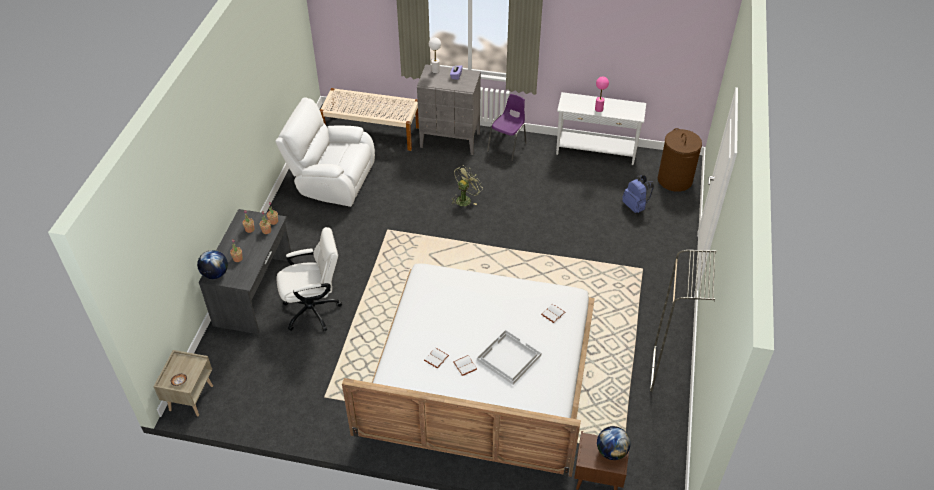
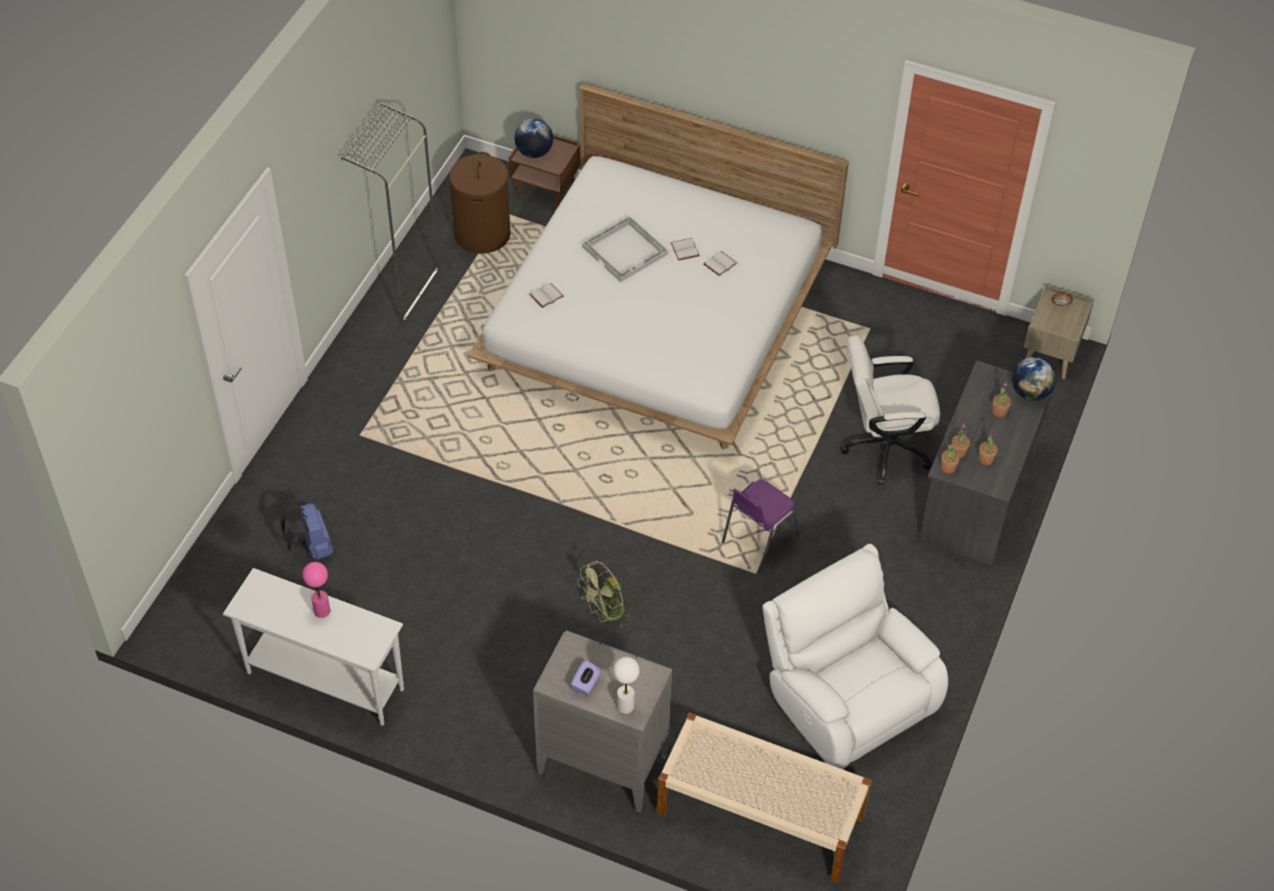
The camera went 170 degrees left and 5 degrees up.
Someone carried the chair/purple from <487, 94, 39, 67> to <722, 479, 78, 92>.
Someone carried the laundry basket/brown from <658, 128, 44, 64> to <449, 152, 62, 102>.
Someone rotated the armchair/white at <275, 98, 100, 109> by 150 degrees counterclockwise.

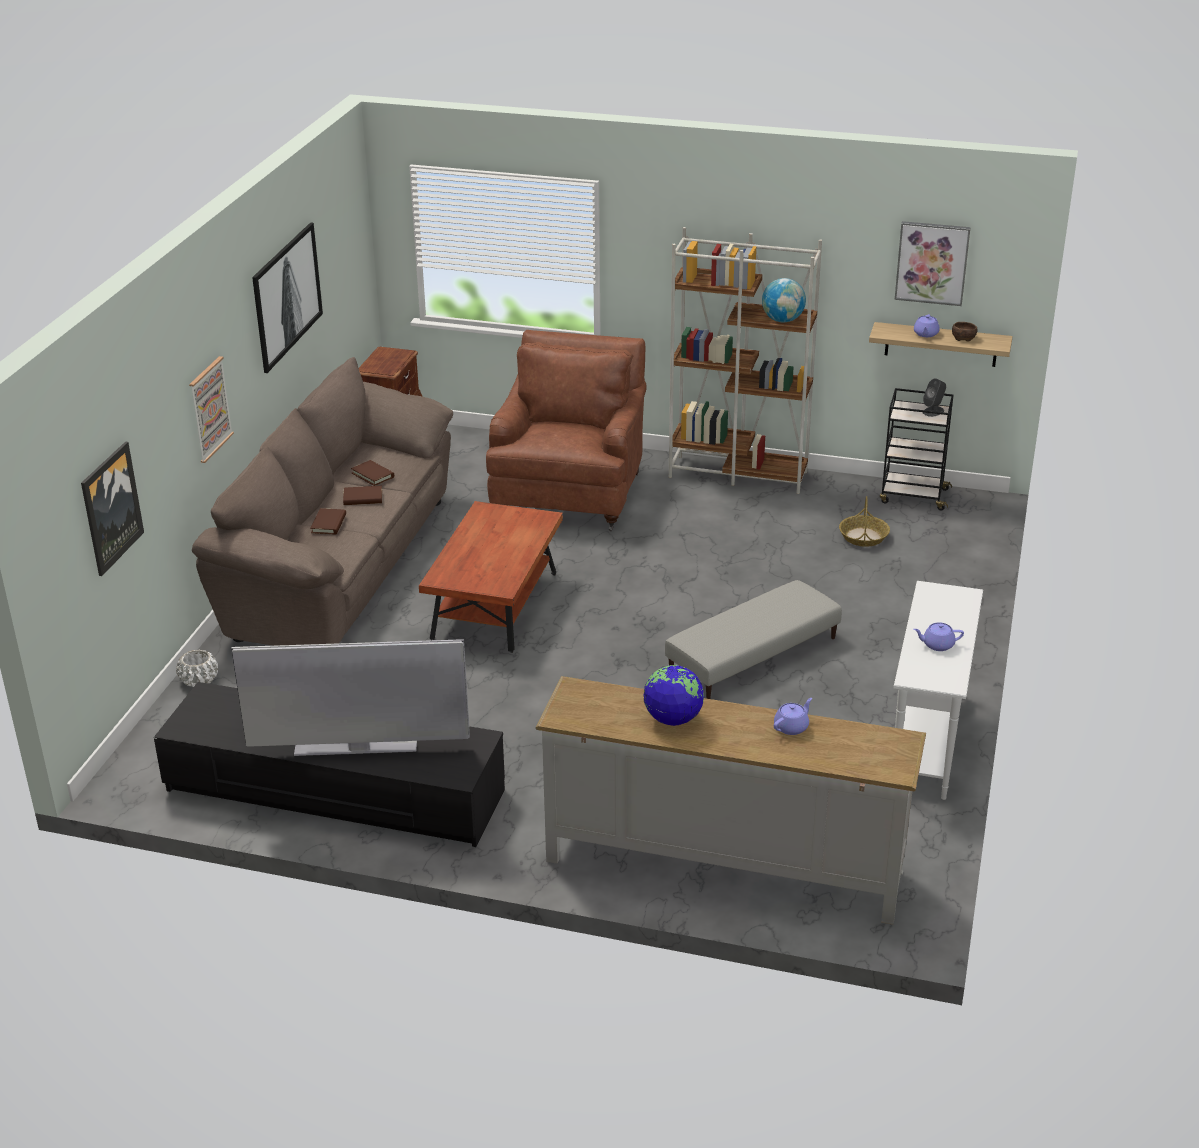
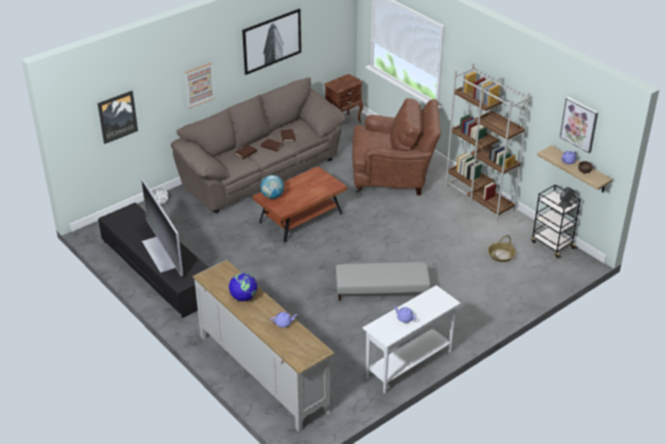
The camera went 35 degrees right and 5 degrees up.
Someone carried the globe from <762, 278, 44, 44> to <260, 175, 24, 24>.
Someone rotated the television at <231, 639, 239, 117> by 150 degrees counterclockwise.
Someone rotated the armchair/brown at <486, 330, 160, 201> by 45 degrees clockwise.

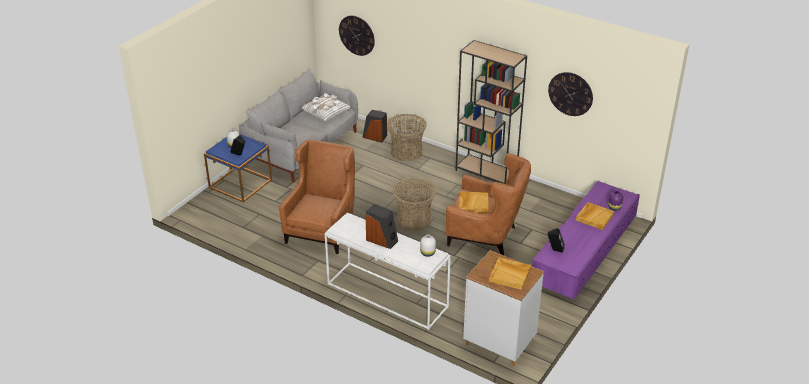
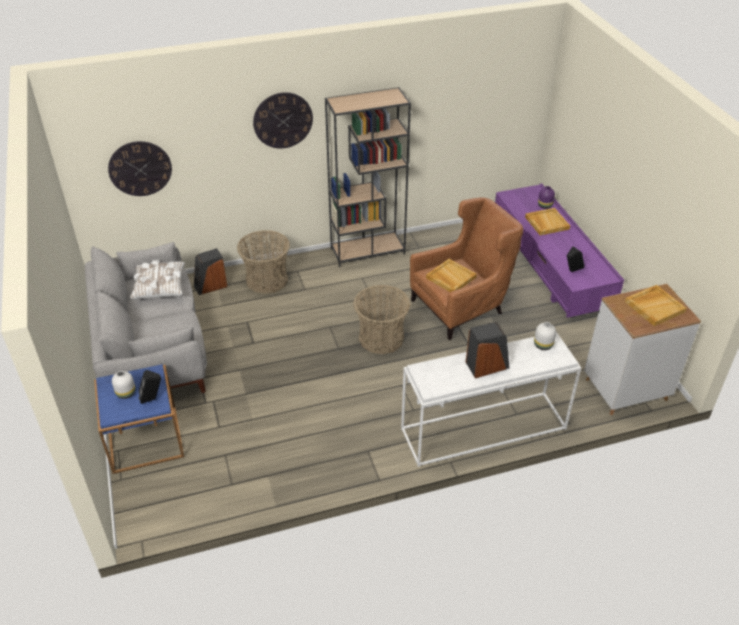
The camera went 50 degrees left and 5 degrees up.
Someone took away the armchair/brown at <279, 140, 76, 114>.
Someone carried the wall clock from <548, 72, 45, 44> to <253, 92, 60, 57>.

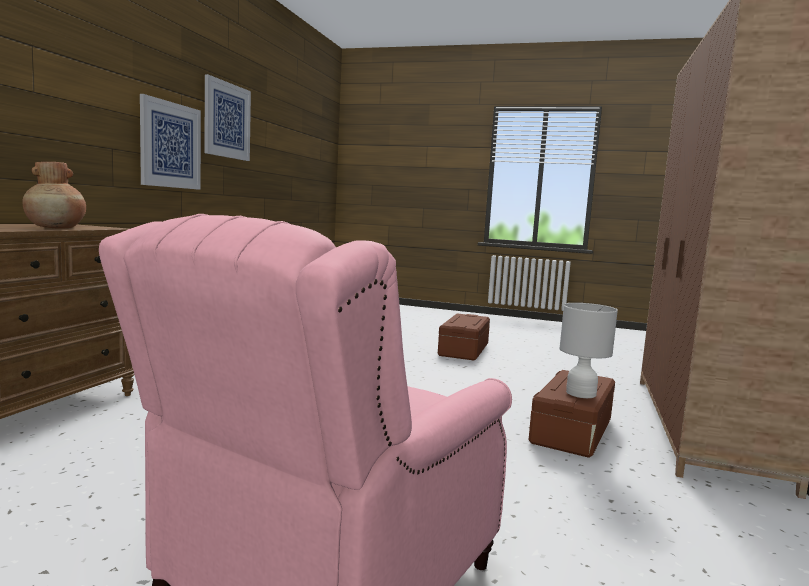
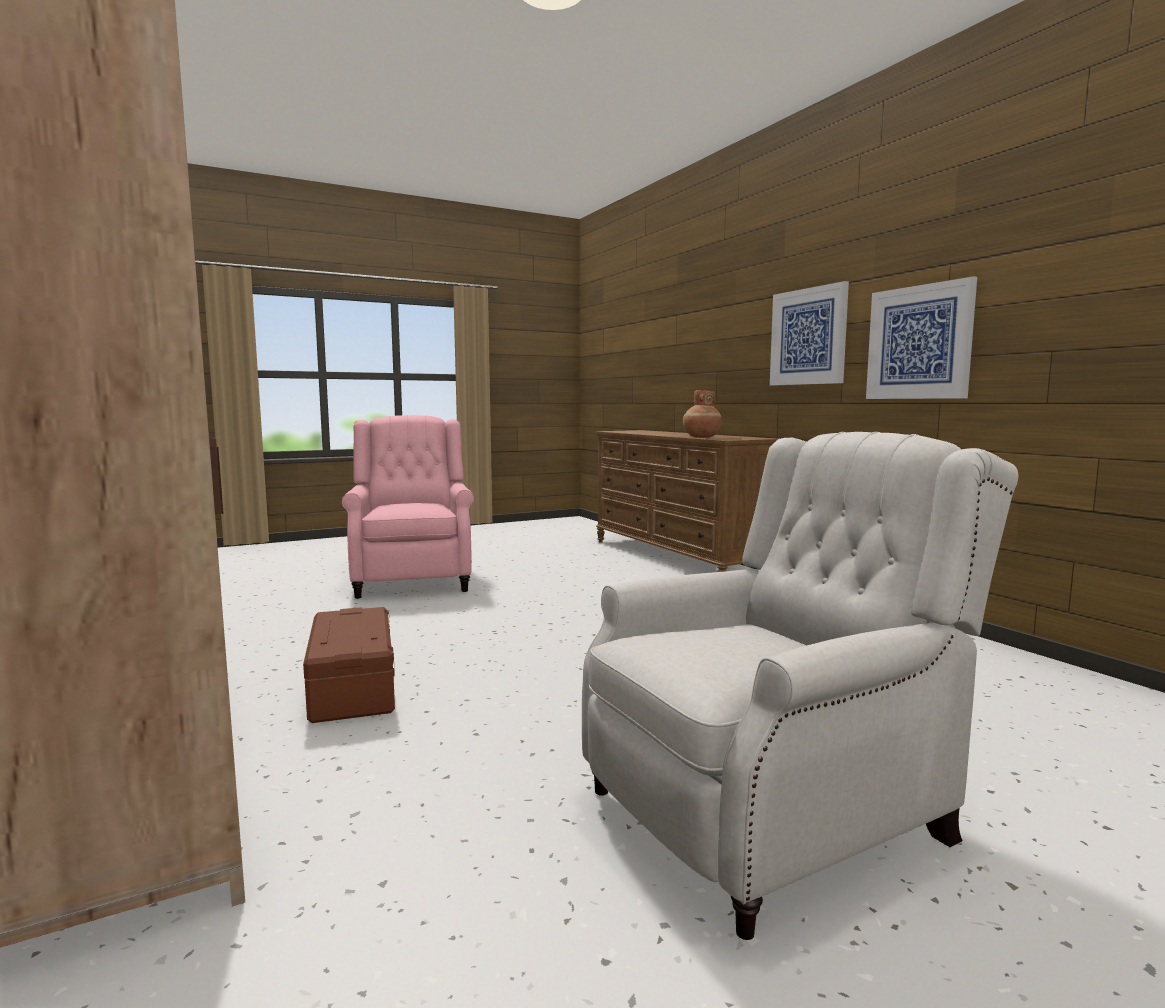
The camera went 135 degrees right and 0 degrees up.
Someone took away the table lamp/grey at <560, 303, 58, 95>.
Someone carried the picture from <204, 74, 47, 87> to <770, 281, 79, 104>.
Someone swapped the storage box/brown at <438, 314, 52, 47> for the armchair/white at <582, 432, 436, 508>.

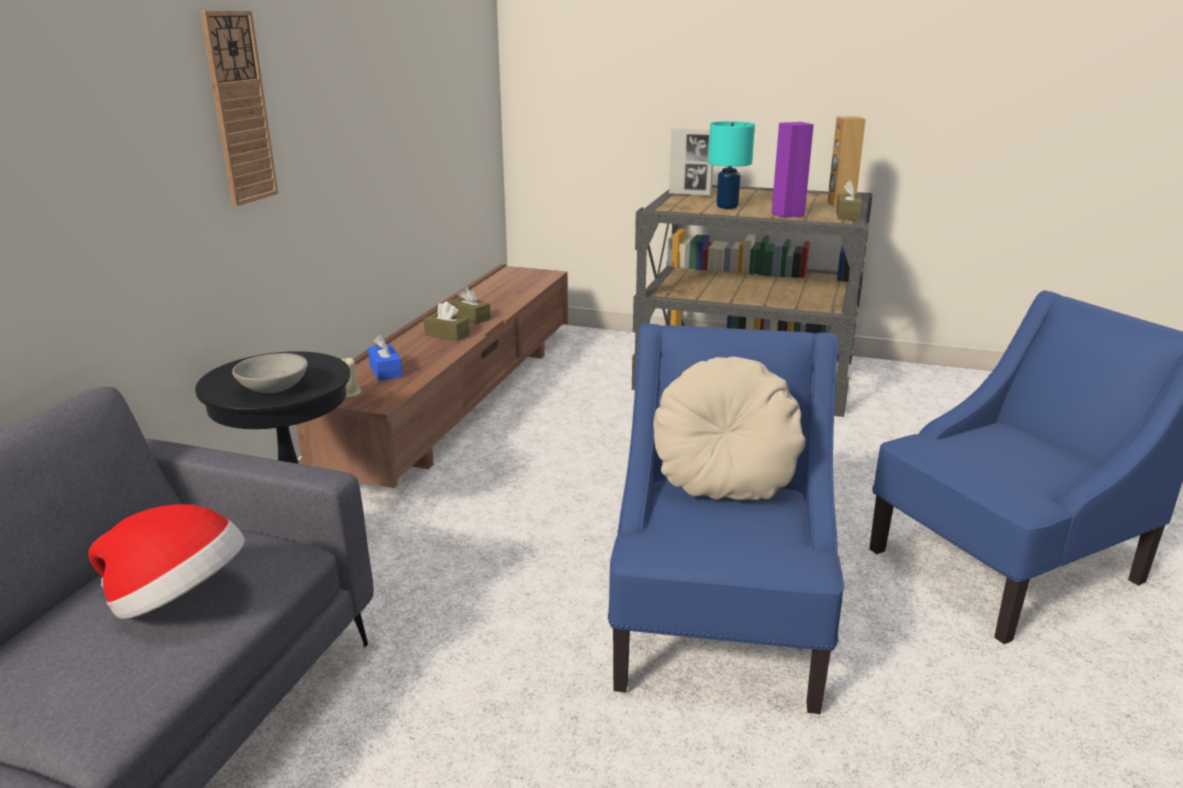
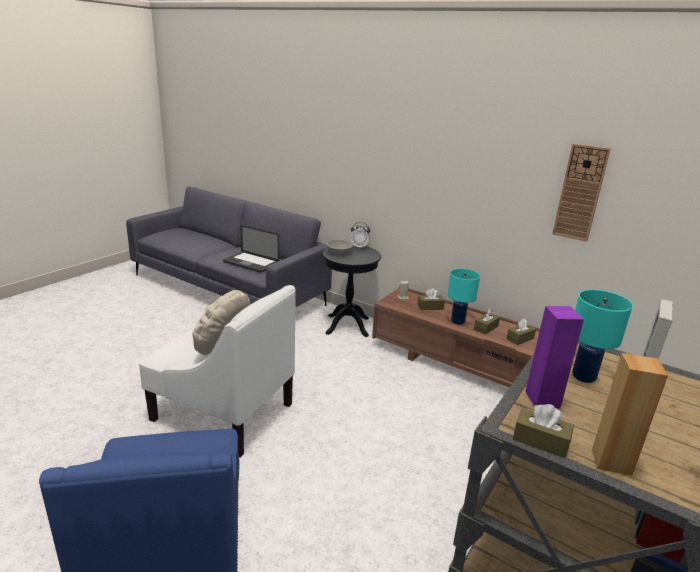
The camera went 105 degrees right and 0 degrees up.
Someone put down the alarm clock at <351, 222, 19, 27>.
Someone put down the table lamp/turquoise at <448, 269, 32, 56>.
Someone carried the wall clock from <200, 11, 78, 195> to <552, 144, 59, 98>.
Someone swapped the hat at <88, 504, 157, 115> for the laptop at <223, 225, 56, 48>.
Someone repainted the tissue box/blue at <368, 335, 35, 46>, which became the tissue box/brown at <417, 288, 28, 22>.
Someone repainted the armchair/blue at <608, 324, 236, 390>, which became the armchair/white at <139, 285, 157, 172>.

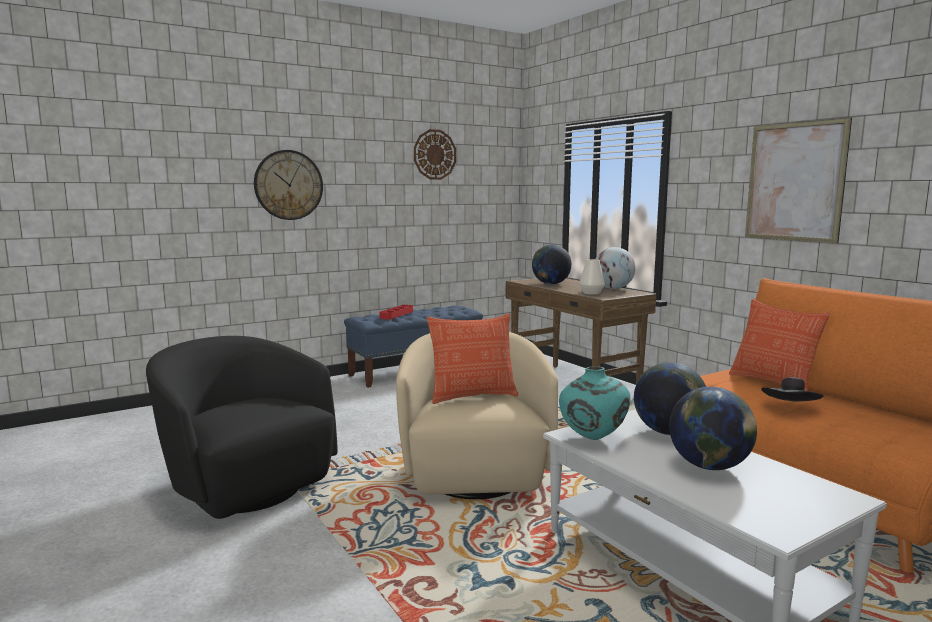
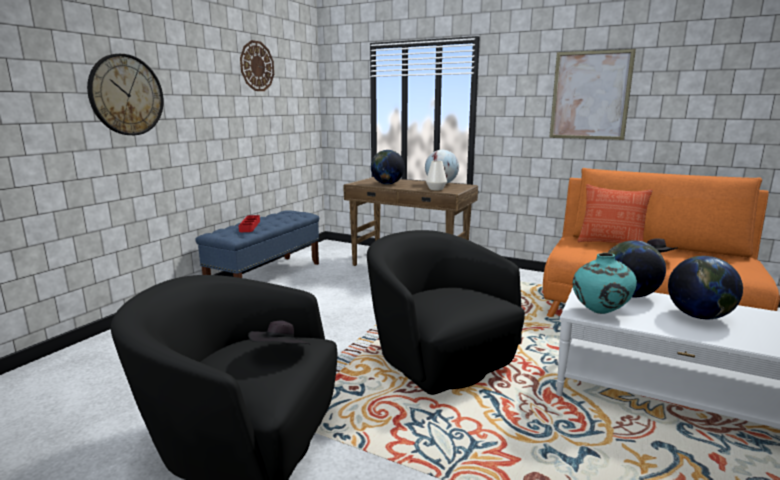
The camera went 30 degrees left and 5 degrees up.
Someone took away the pillow/orange at <427, 314, 91, 90>.
Someone put down the hat/black at <248, 320, 62, 24>.
Someone repainted the armchair/beige at <396, 332, 162, 167>, which became the armchair/black at <367, 230, 158, 165>.

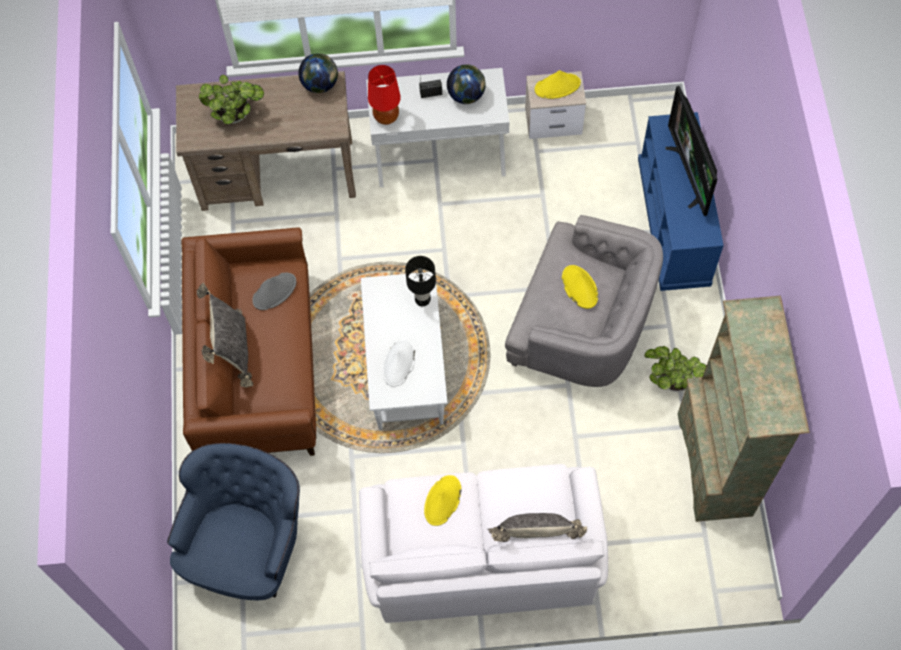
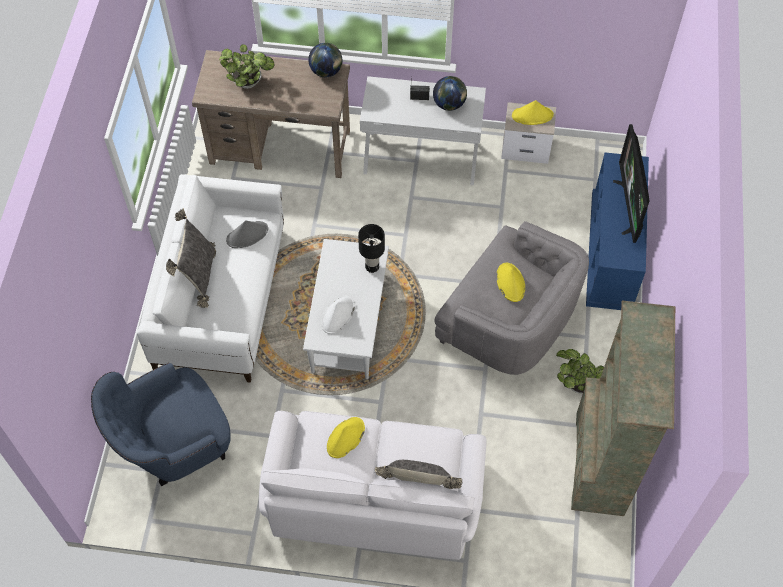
The camera went 10 degrees right and 5 degrees down.
Someone took away the table lamp/red at <368, 65, 33, 60>.
Someone repainted the sofa/brown at <181, 227, 135, 229>, which became the sofa/white at <137, 174, 147, 209>.
Someone rotated the armchair/blue at <167, 443, 133, 157> by 150 degrees counterclockwise.

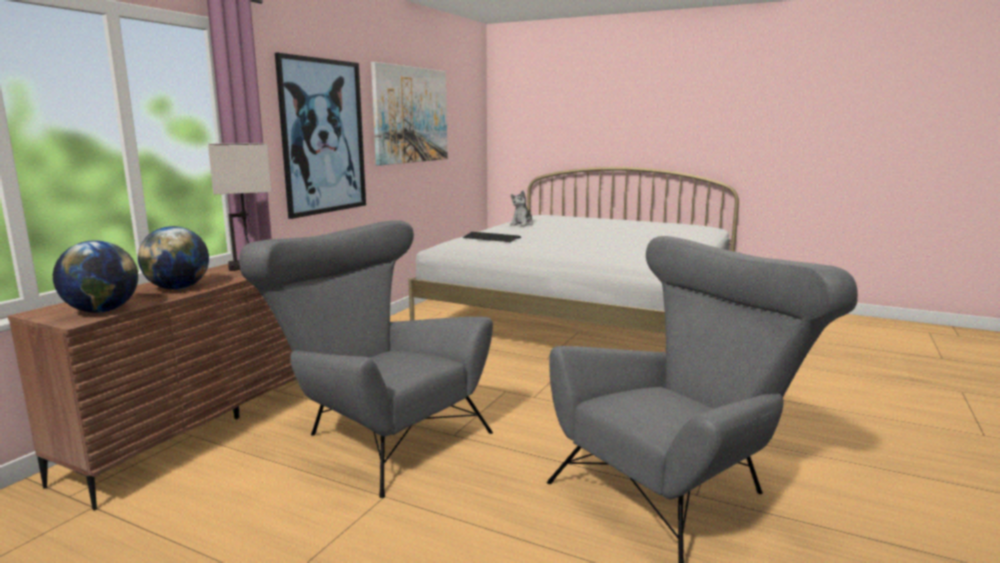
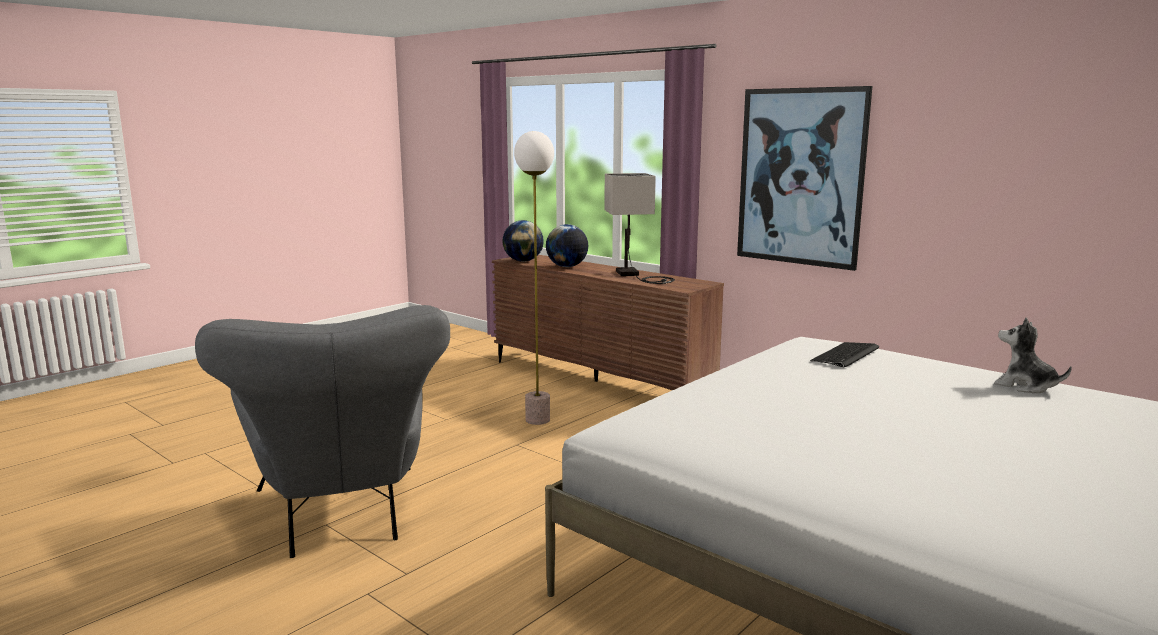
The camera went 105 degrees right and 0 degrees up.
Someone took away the picture at <371, 62, 77, 104>.
Someone swapped the armchair/grey at <239, 220, 254, 278> for the floor lamp at <514, 131, 40, 294>.

